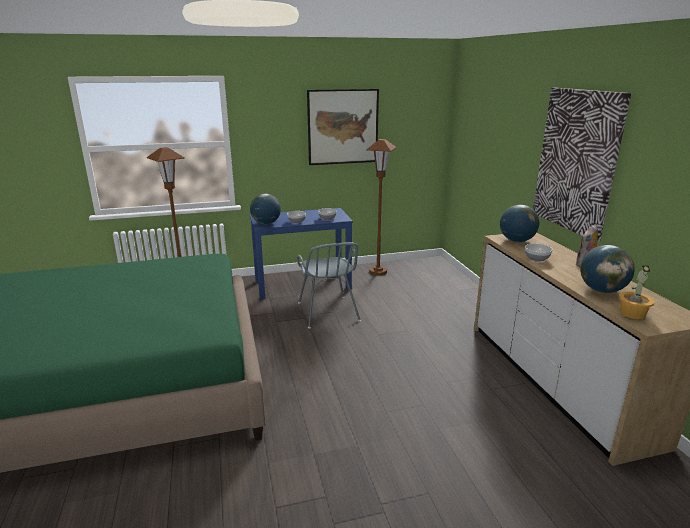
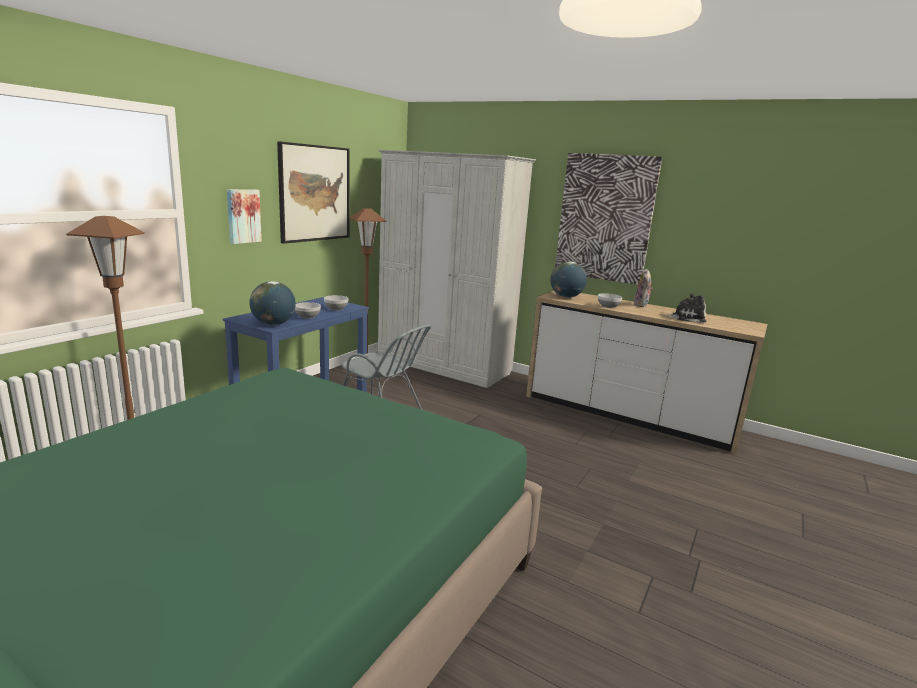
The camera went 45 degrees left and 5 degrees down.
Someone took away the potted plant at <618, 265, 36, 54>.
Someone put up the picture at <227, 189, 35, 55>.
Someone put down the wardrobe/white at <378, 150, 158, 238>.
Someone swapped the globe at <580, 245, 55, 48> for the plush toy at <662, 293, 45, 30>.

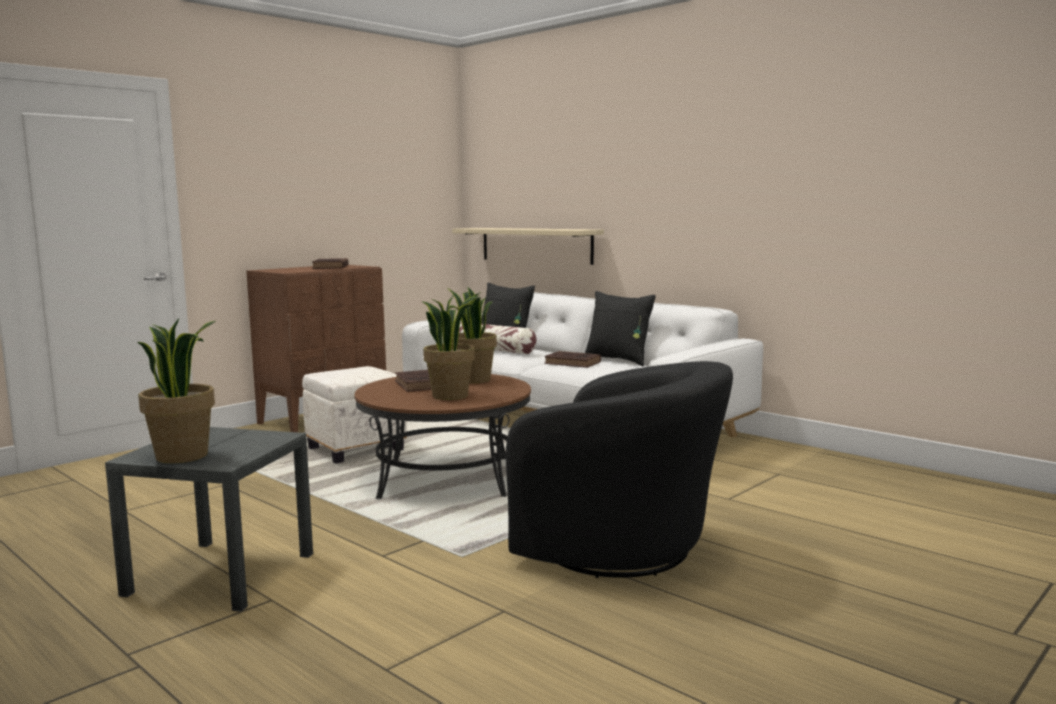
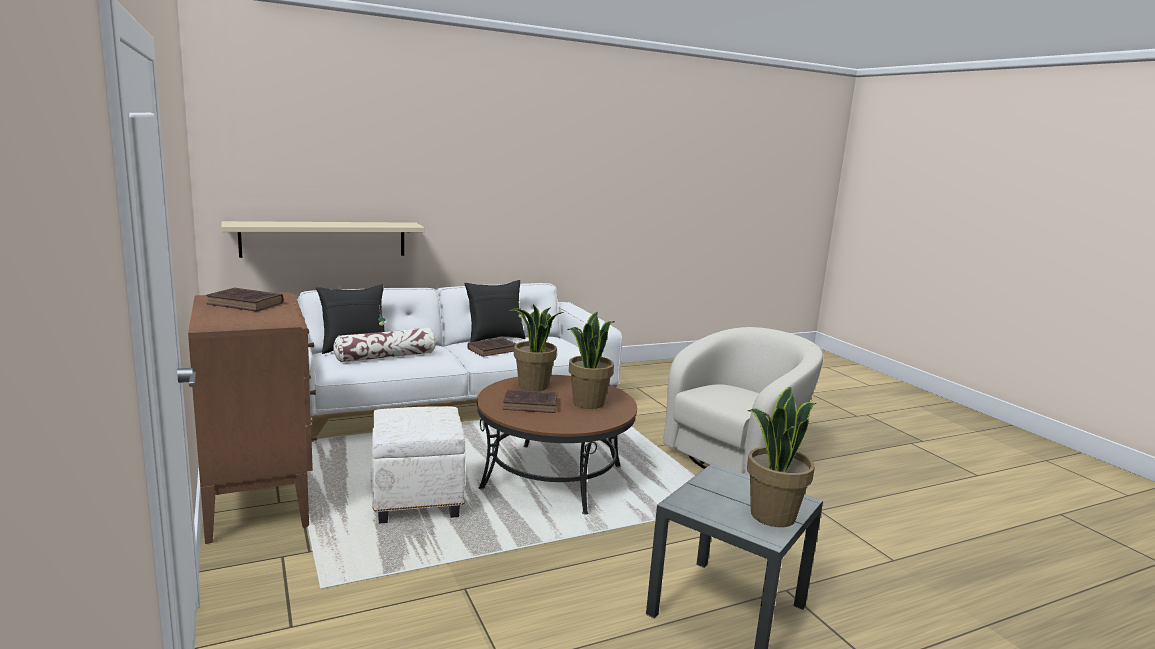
The camera went 70 degrees left and 5 degrees up.
Someone repainted the armchair/black at <506, 361, 227, 217>, which became the armchair/beige at <663, 327, 160, 149>.

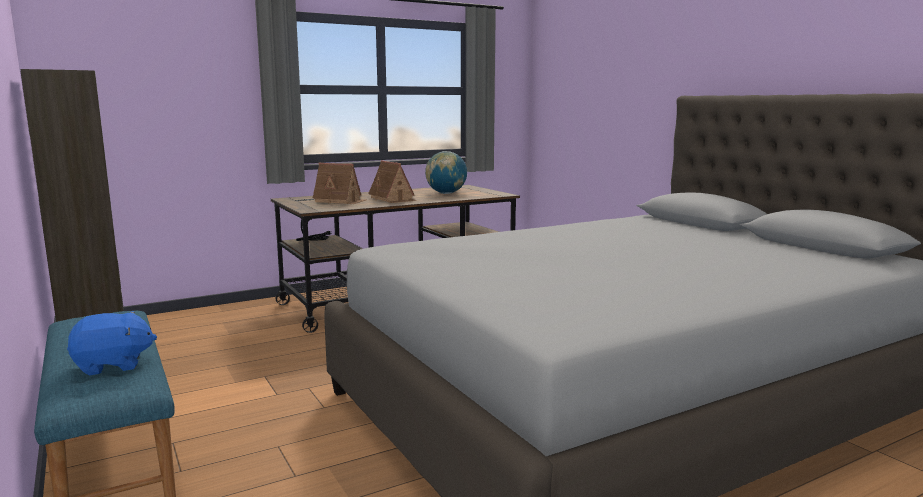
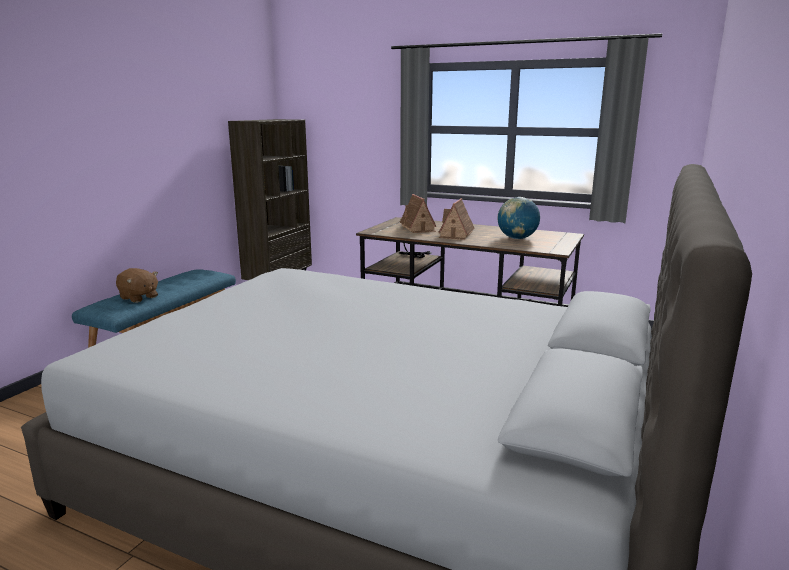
The camera went 55 degrees right and 5 degrees up.
Someone repainted the plush toy/blue at <67, 311, 90, 64>, which became the plush toy/brown at <116, 268, 42, 35>.

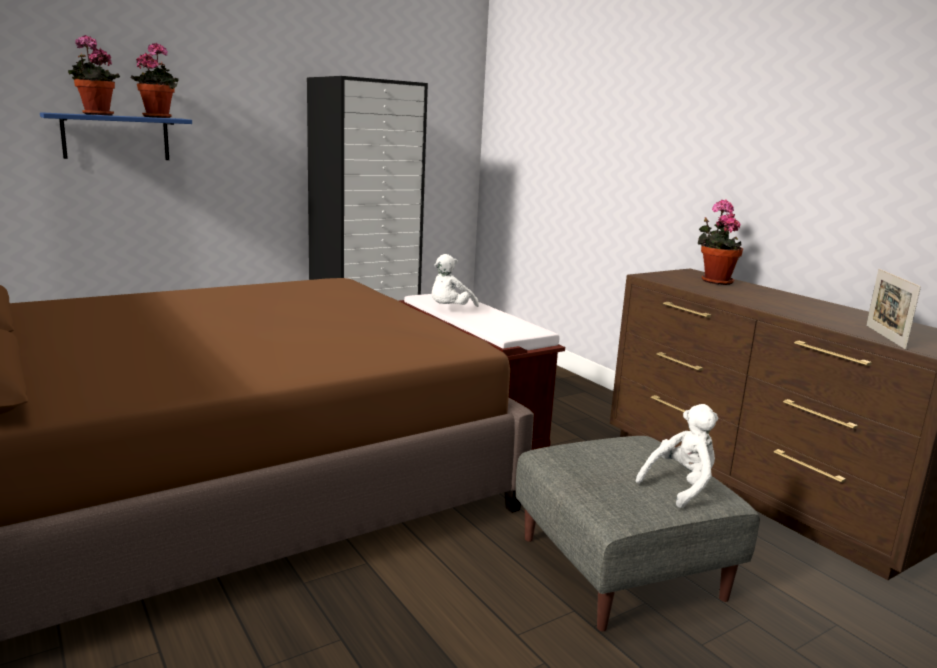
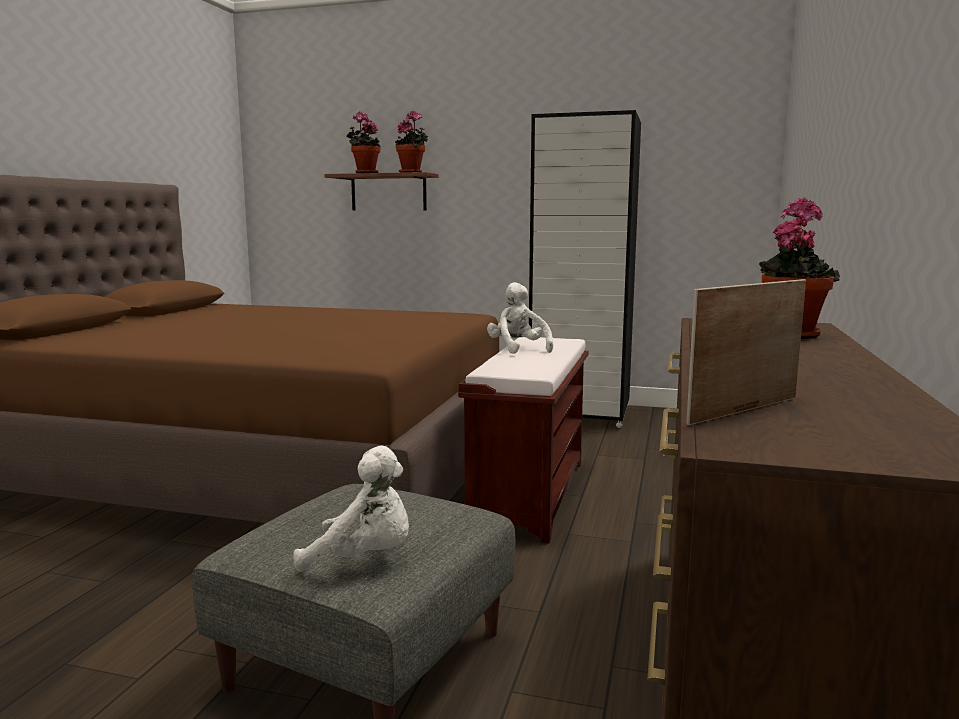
The camera went 50 degrees right and 5 degrees down.
Someone repainted the shelf/blue at <40, 112, 152, 48>, which became the shelf/brown at <324, 172, 115, 39>.
Someone rotated the plush toy/white at <432, 254, 47, 53> by 75 degrees clockwise.

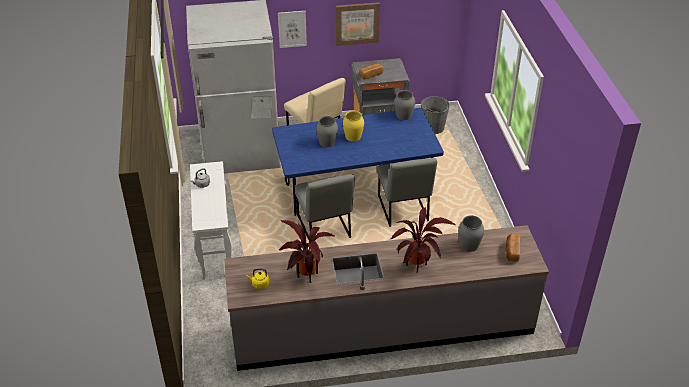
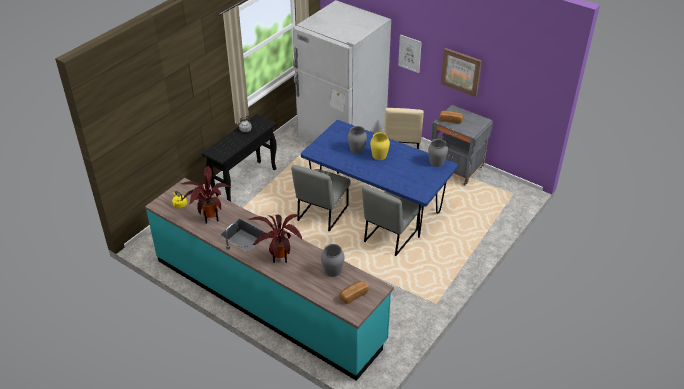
The camera went 45 degrees right and 0 degrees up.
Someone took away the bucket/grey at <421, 96, 29, 38>.
Someone repainted the console table/white at <190, 161, 42, 119>, which became the console table/black at <201, 114, 76, 87>.
Someone repainted the counter/grey at <224, 225, 325, 146>, which became the counter/turquoise at <145, 178, 249, 203>.

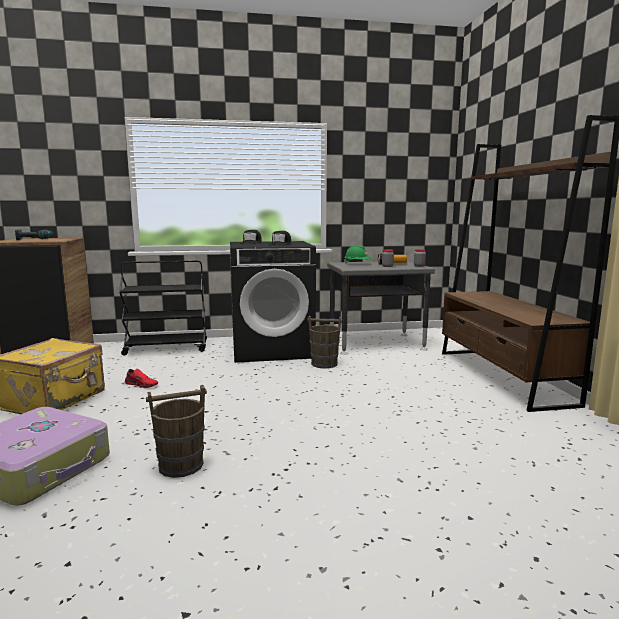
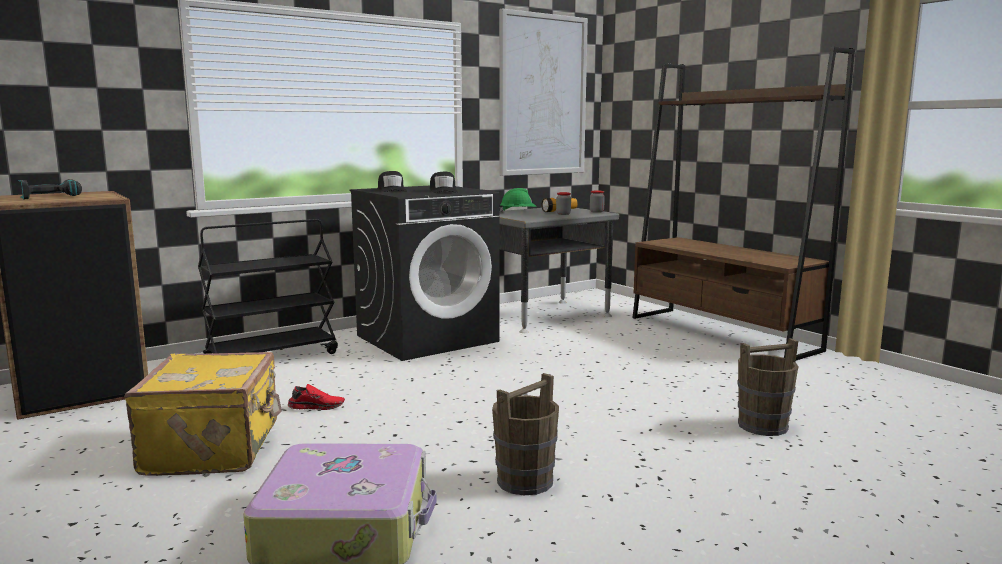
The camera went 25 degrees left and 0 degrees up.
Someone put up the picture at <499, 8, 89, 168>.
Someone carried the bucket/brown from <307, 316, 35, 52> to <737, 338, 62, 98>.

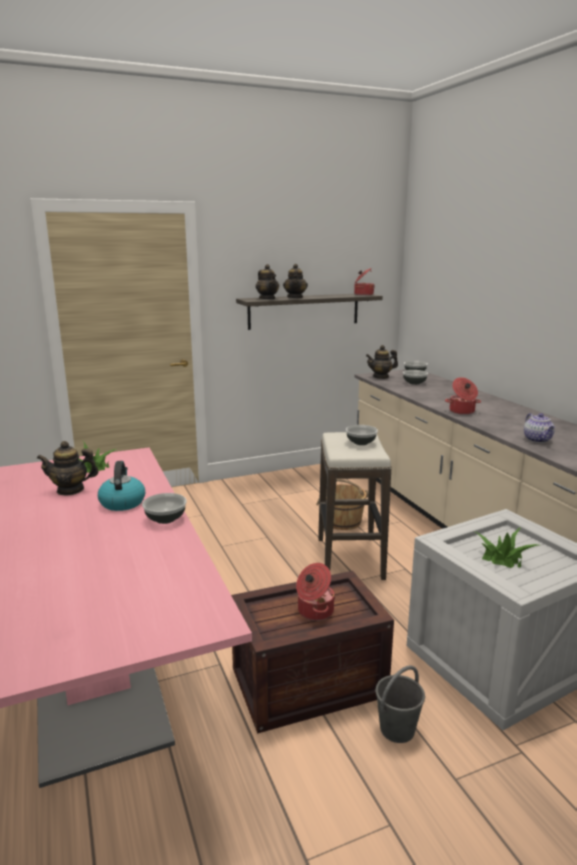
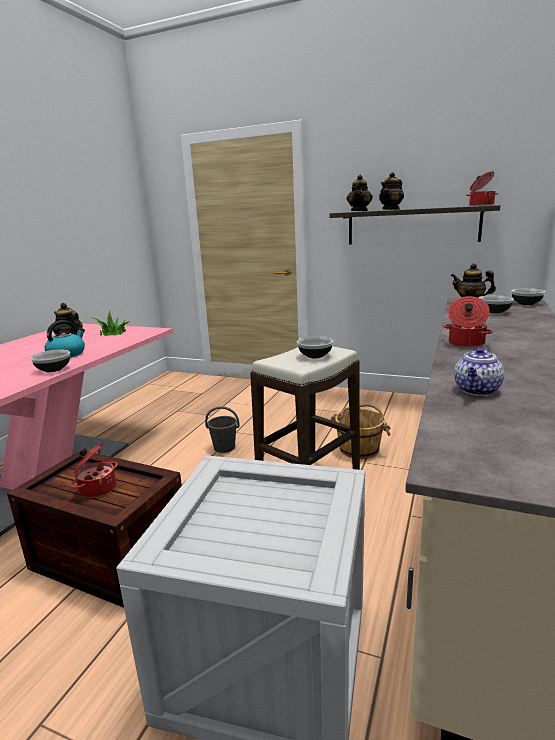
The camera went 45 degrees right and 0 degrees up.
Someone took away the potted plant at <476, 527, 62, 41>.
Someone carried the bucket/grey from <375, 665, 50, 78> to <205, 406, 35, 47>.

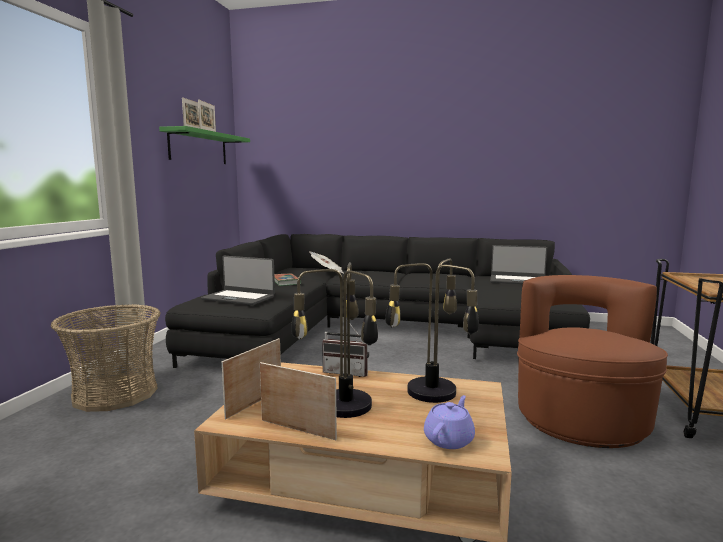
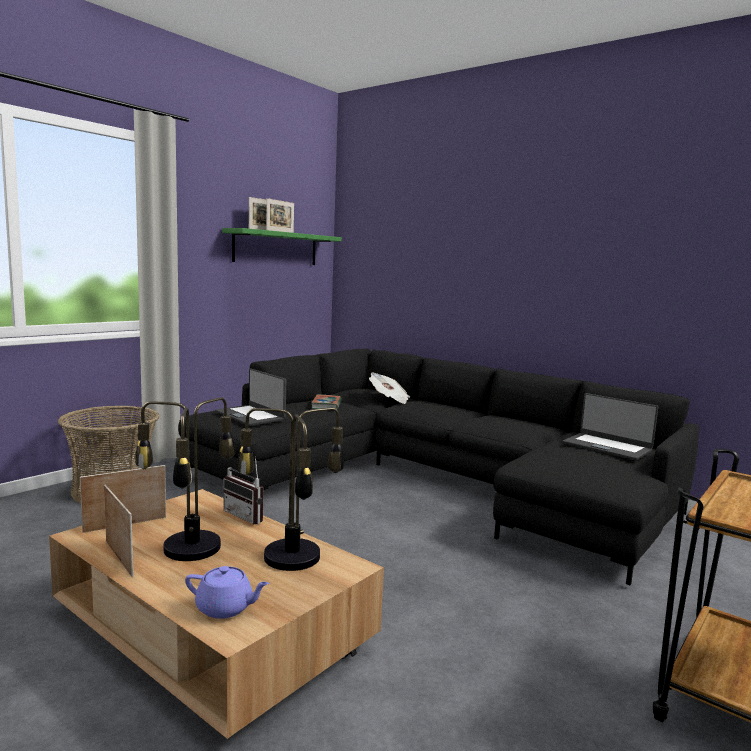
The camera went 25 degrees right and 0 degrees up.
Someone took away the armchair/brown at <517, 275, 151, 173>.
Someone rotated the teapot/purple at <424, 395, 51, 54> by 45 degrees clockwise.

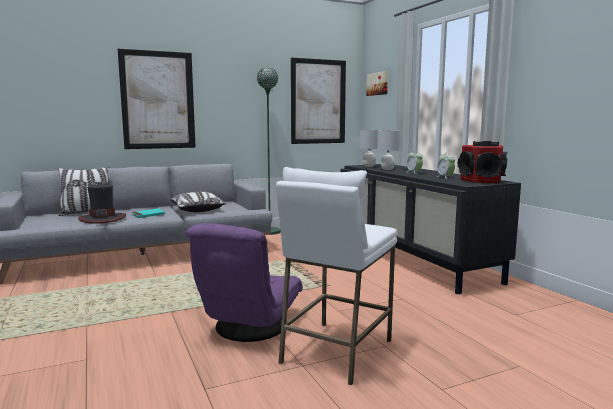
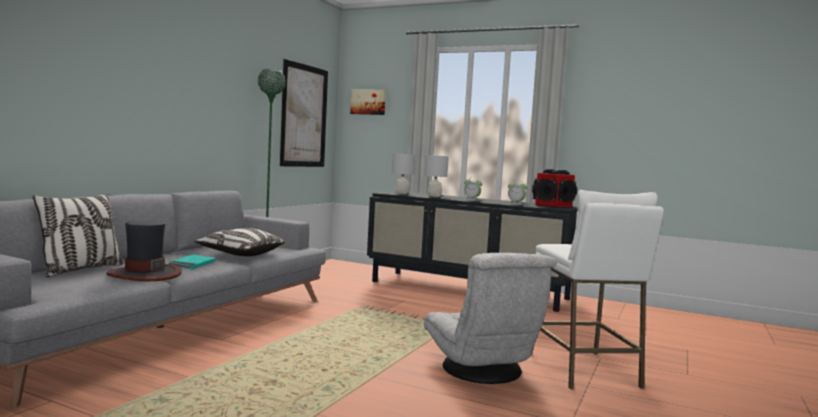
The camera went 40 degrees left and 5 degrees down.
Someone took away the picture at <118, 49, 78, 100>.
Someone repainted the armchair/purple at <185, 223, 118, 119>, which became the armchair/grey at <424, 253, 133, 131>.

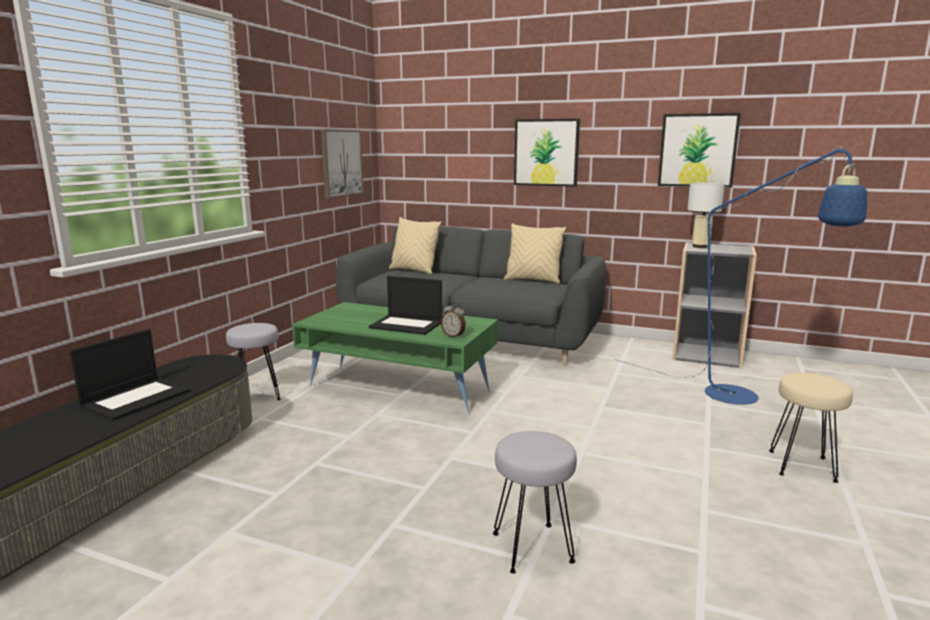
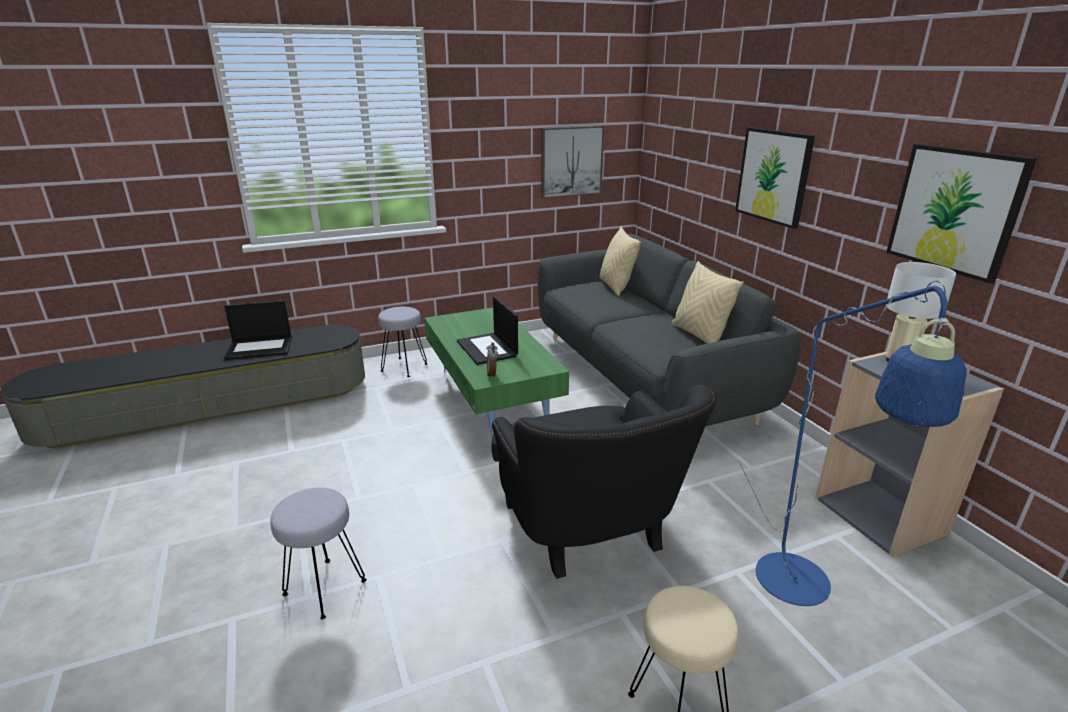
The camera went 45 degrees right and 10 degrees up.
Someone put down the armchair/black at <491, 384, 226, 195>.

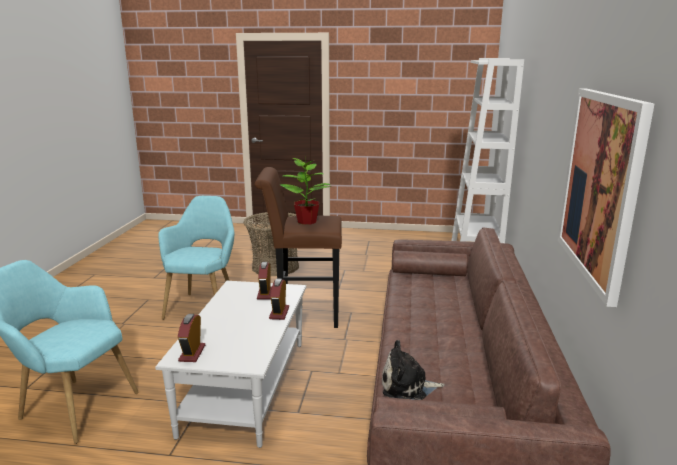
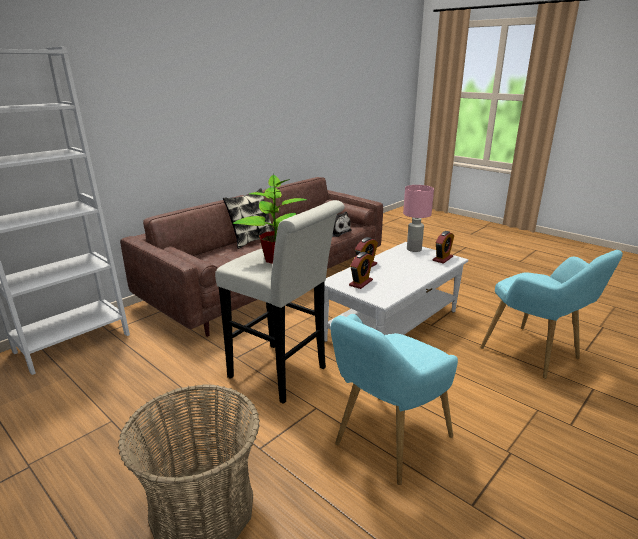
The camera went 145 degrees left and 5 degrees up.
Someone took away the picture at <558, 89, 96, 218>.
Someone put down the pillow at <223, 188, 51, 61>.
Someone put down the table lamp/pink at <403, 185, 31, 67>.
Someone repainted the stool/brown at <255, 167, 87, 161>, which became the stool/white at <215, 200, 130, 204>.

